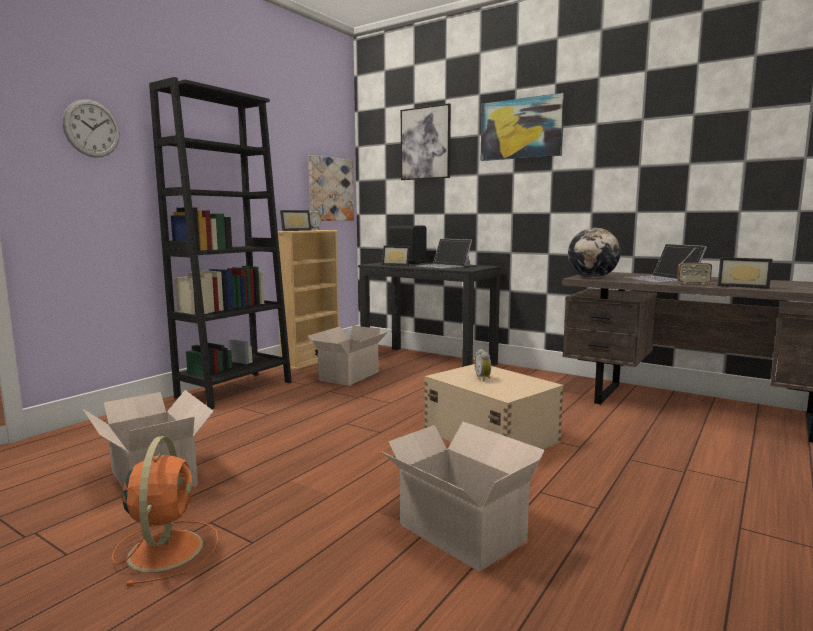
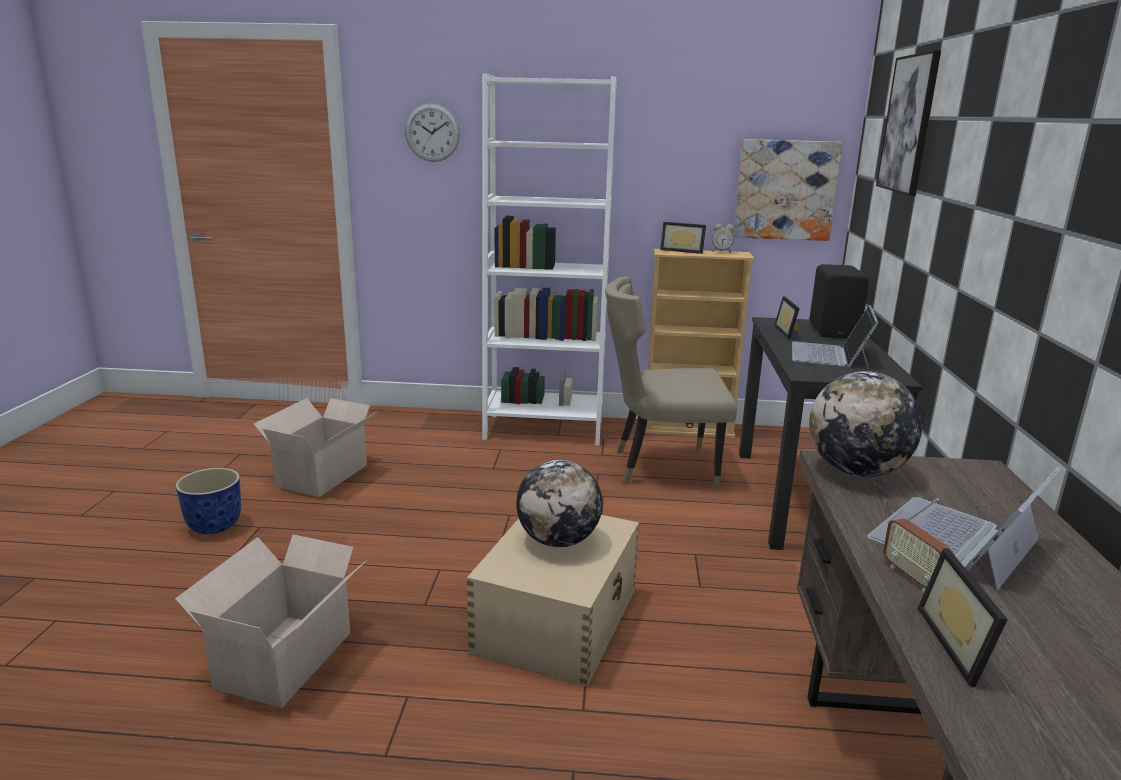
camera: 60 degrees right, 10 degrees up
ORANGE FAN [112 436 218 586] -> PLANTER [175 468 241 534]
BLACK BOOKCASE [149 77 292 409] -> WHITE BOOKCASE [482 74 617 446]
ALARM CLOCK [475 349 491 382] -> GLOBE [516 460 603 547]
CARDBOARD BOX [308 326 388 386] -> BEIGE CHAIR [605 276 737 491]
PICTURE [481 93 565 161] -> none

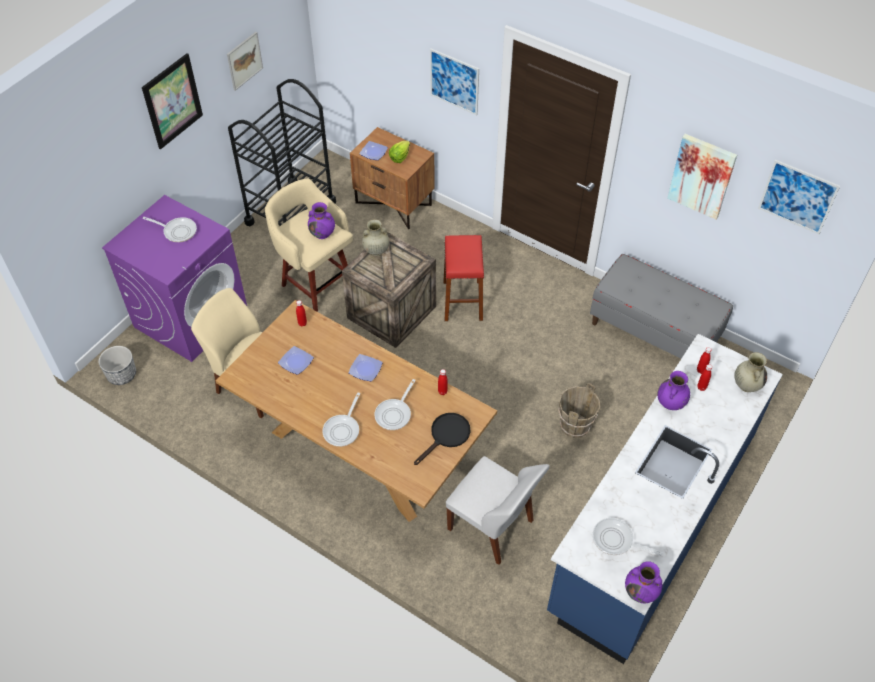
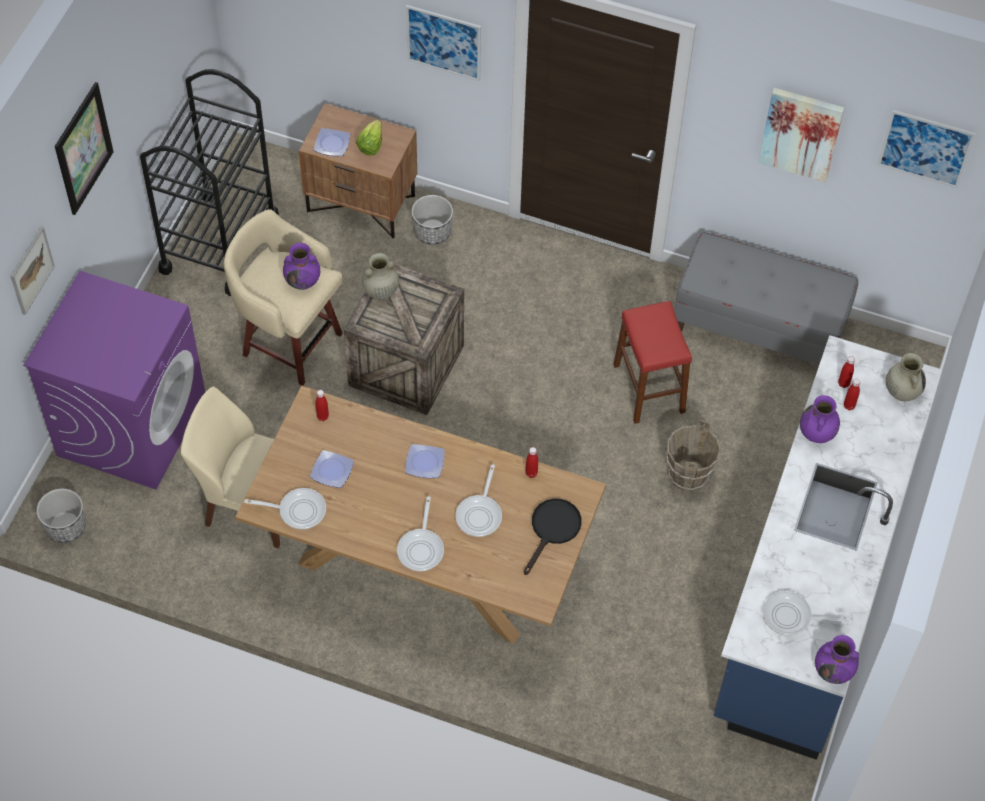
camera: 15 degrees left, 5 degrees up
PICTURE [227 32 263 91] -> PICTURE [10 227 55 315], moved
FRYING PAN [142 217 197 242] -> FRYING PAN [244 488 326 529], moved
none -> PLANTER [412 195 453 245]
RED STOOL [443 235 484 321] -> RED STOOL [613 301 692 424], moved
WHITE CHAIR [446 456 550 565] -> none

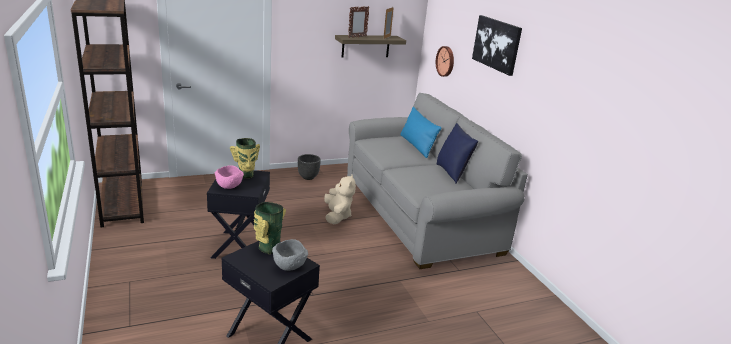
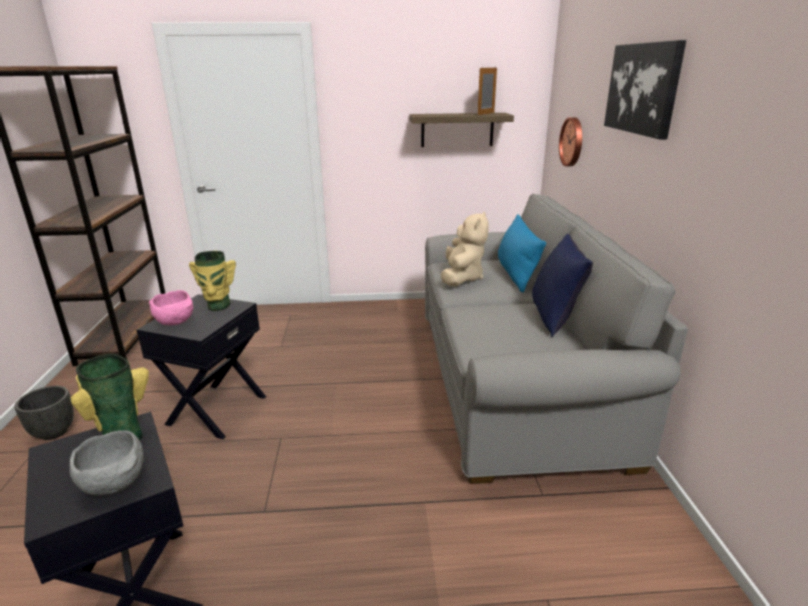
camera: 20 degrees right, 0 degrees up
BLACK PLANTER [298 154 321 180] -> BLACK PLANTER [14 386 74 440], moved
BEIGE PLUSH TOY [324 175 356 225] -> BEIGE PLUSH TOY [440 212 489 286], moved
PICTURE FRAME [348 6 370 38] -> none

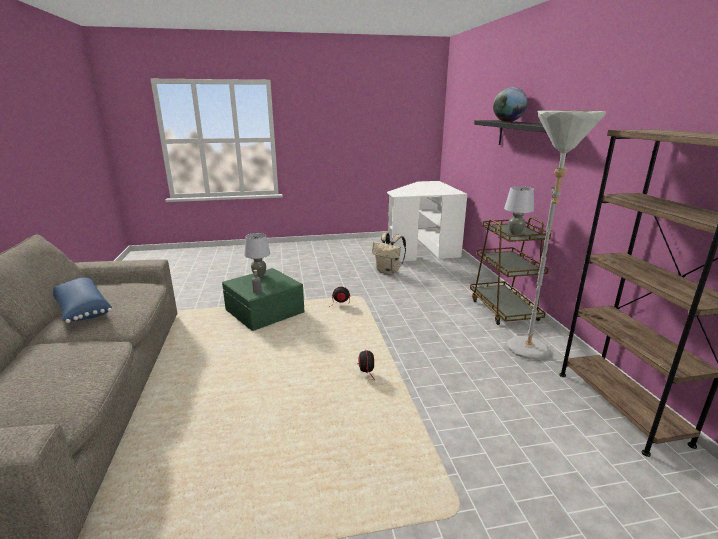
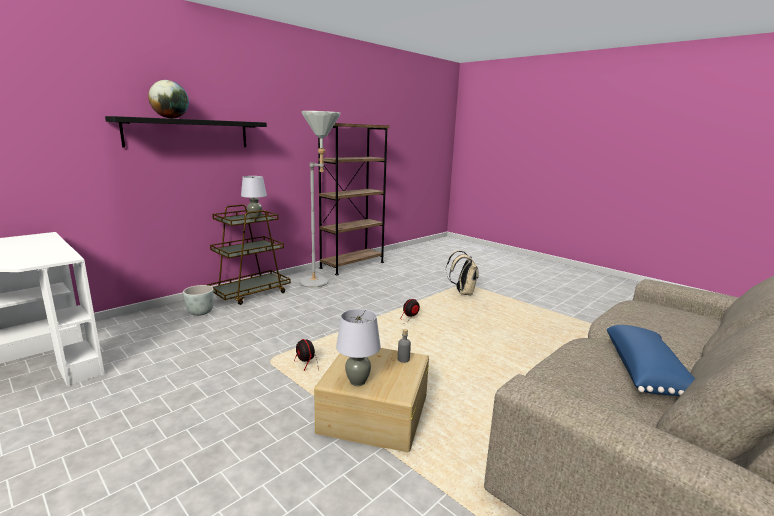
camera: 125 degrees left, 5 degrees down
none -> GREY PLANTER [183 285 214 316]
GREEN STORAGE BOX [222 268 304 331] -> BEIGE STORAGE BOX [314 348 429 452]
BEIGE BACKPACK [372 233 406 274] -> BEIGE BACKPACK [446 250 479 296], moved

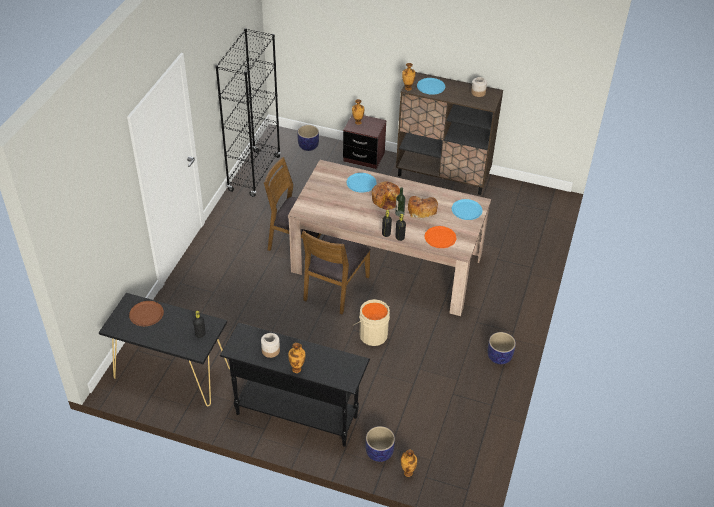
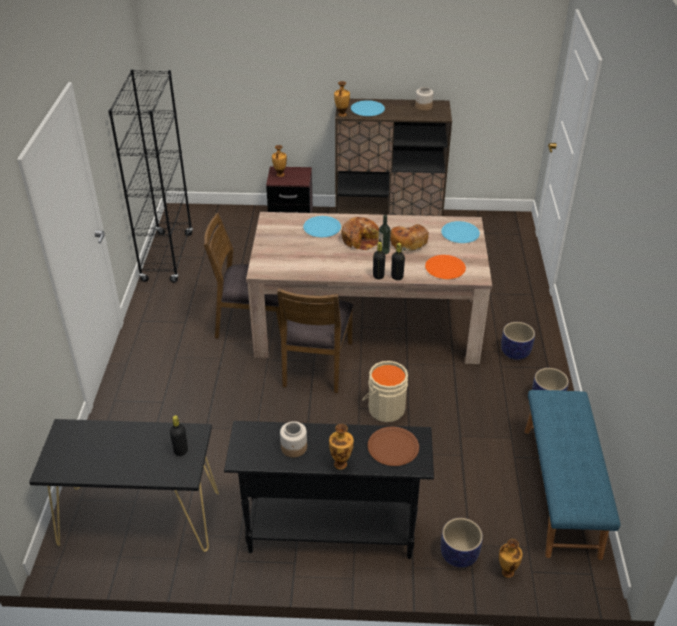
camera: 15 degrees left, 5 degrees down
BROWN PLATE [129 301 164 326] -> BROWN PLATE [368 427 419 466], moved
PLANTER [297 125 319 151] -> PLANTER [501 322 535 360], moved
none -> BLUE BENCH [525 390 621 560]

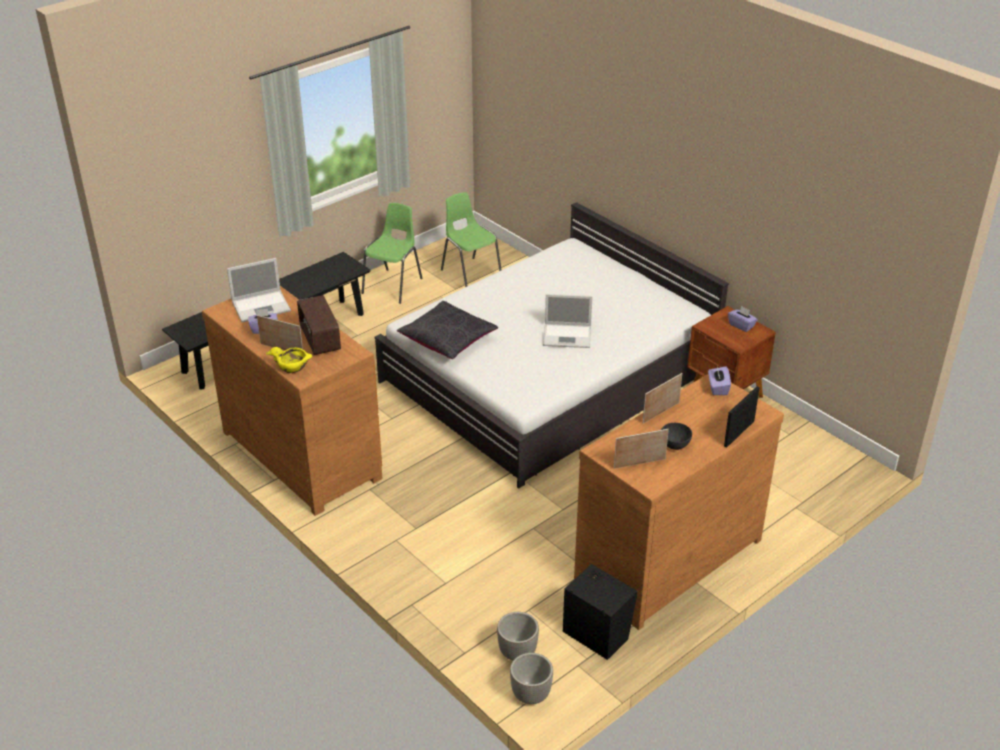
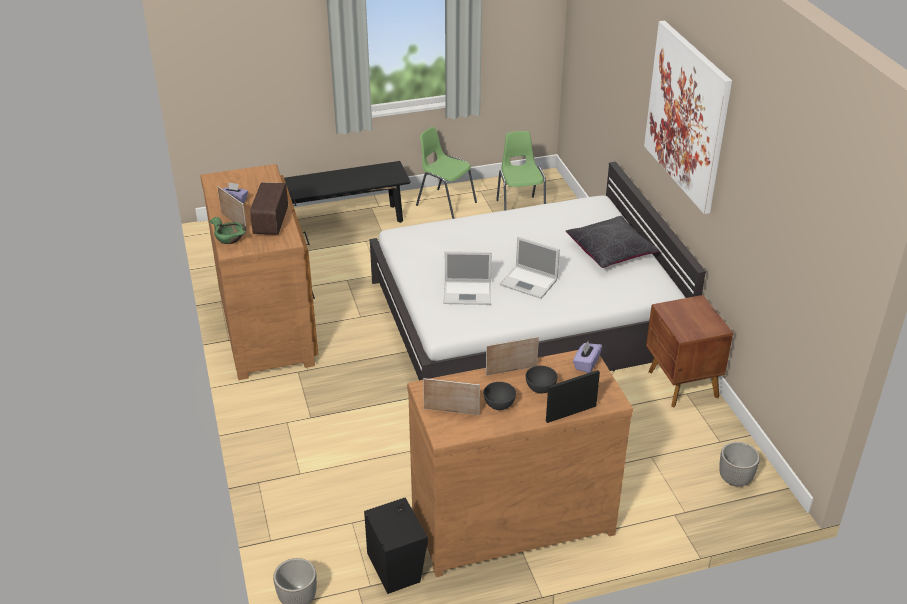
camera: 25 degrees right, 0 degrees up
YELLOW BOWL [266 347 313 373] -> GREEN BOWL [209 217 246 244]
GREEN CHAIR [362 203 423 304] -> GREEN CHAIR [416 127 477 219], 105 degrees counterclockwise
LAPTOP [227 258 291 322] -> LAPTOP [444 251 492 305], moved
none -> GREY BOWL [526 366 558 394]
BLACK PILLOW [397 301 498 359] -> BLACK PILLOW [566 216 659 268], moved
none -> PICTURE [644 21 732 214]
PLANTER [497 612 539 661] -> PLANTER [719 442 760 486], moved
PURPLE TISSUE BOX [728 306 758 332] -> none

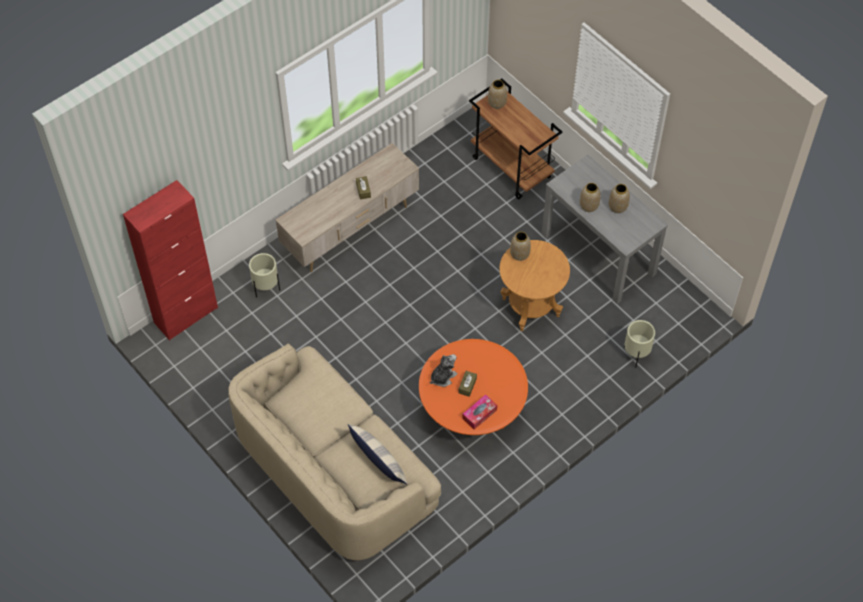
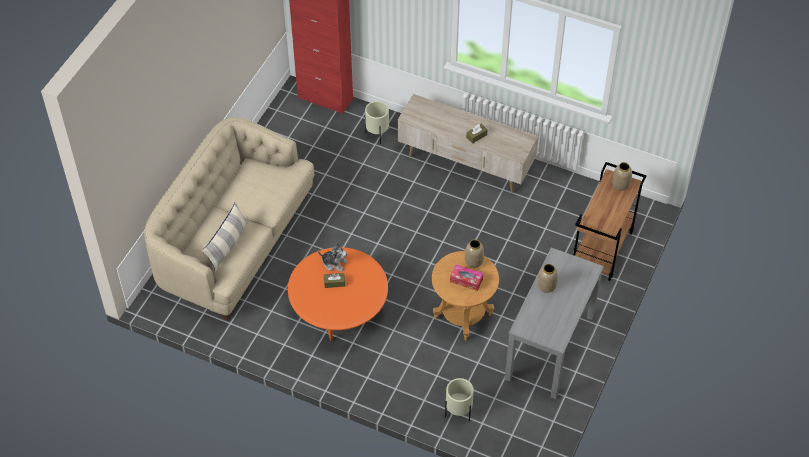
camera: 65 degrees right, 5 degrees down
TISSUE BOX [462 394 497 430] -> TISSUE BOX [450 265 483 291], moved
VASE [609 184 630 213] -> none

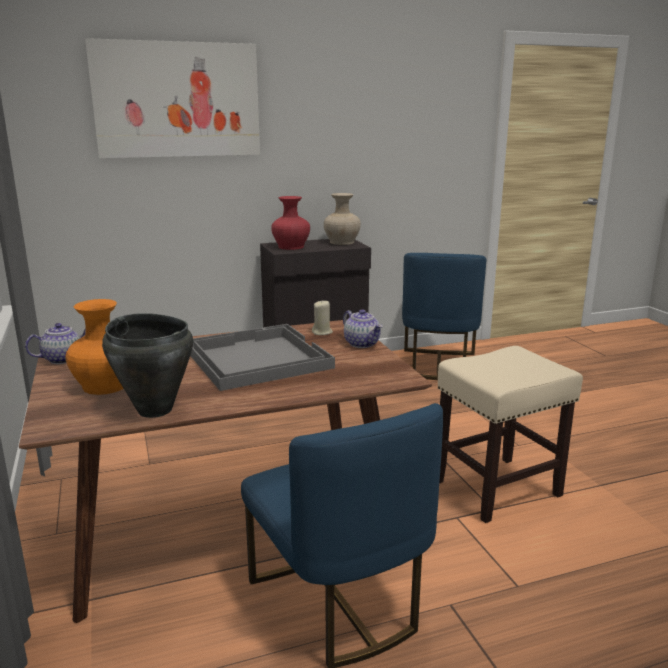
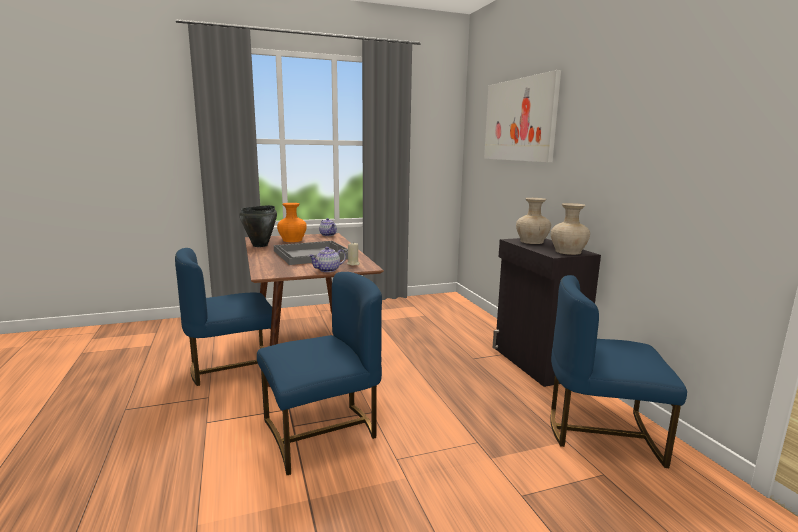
camera: 90 degrees right, 5 degrees down
BEIGE STOOL [438 346 583 523] -> BLUE CHAIR [257 272 382 475]
RED VASE [271 196 310 250] -> BEIGE VASE [516 198 551 244]

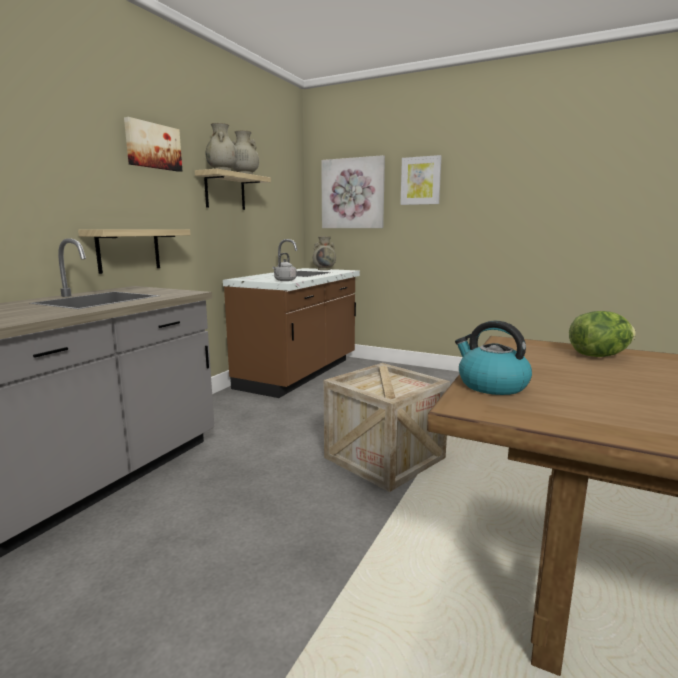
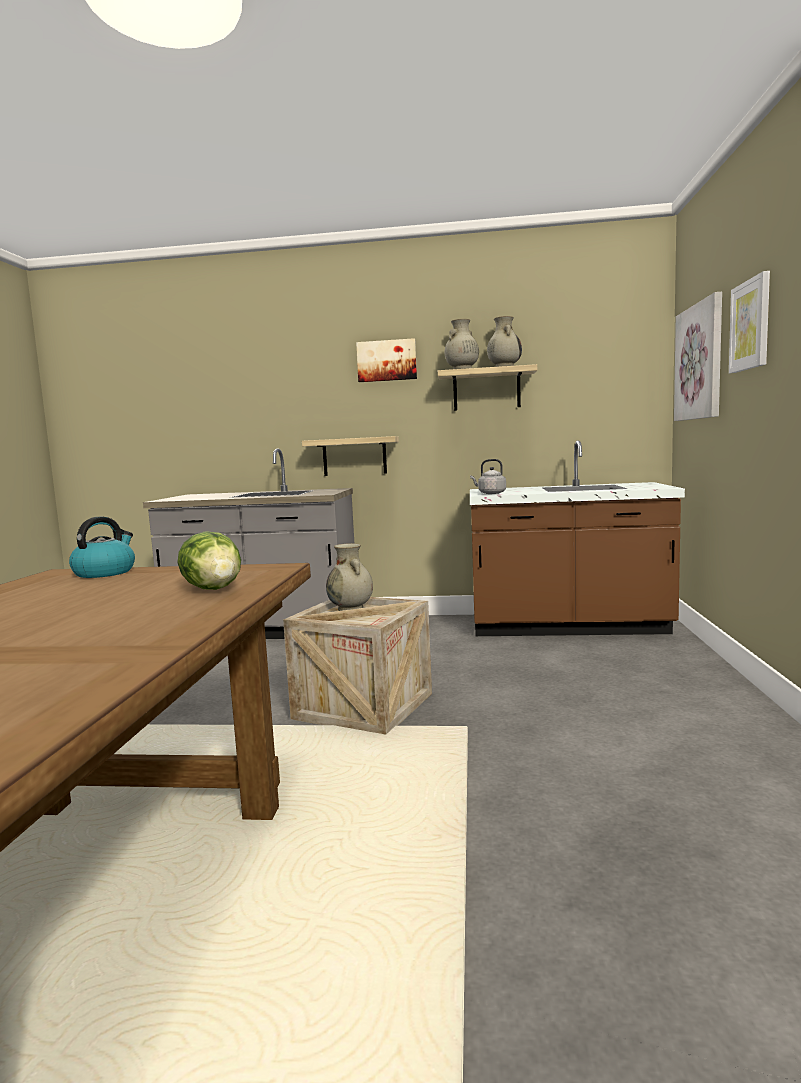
camera: 70 degrees right, 5 degrees down
BEIGE VASE [313 236 336 270] -> BEIGE VASE [326 543 373 611], moved

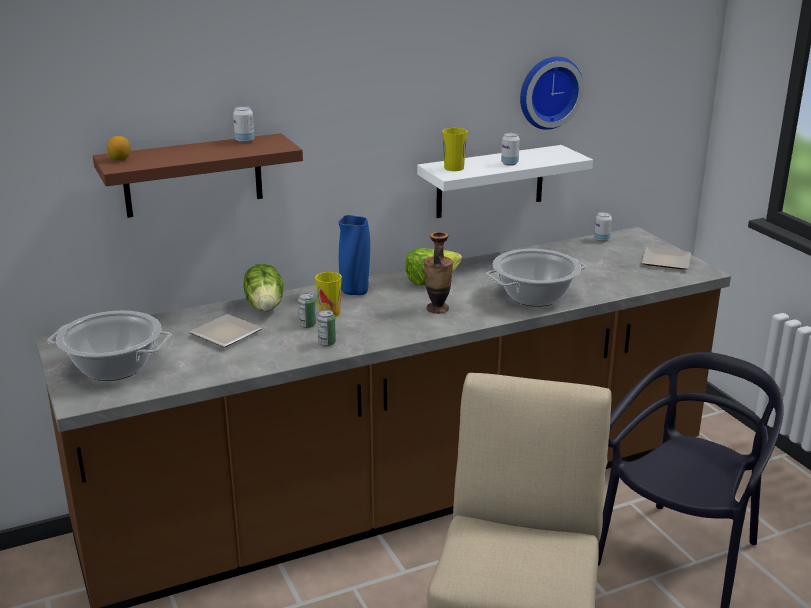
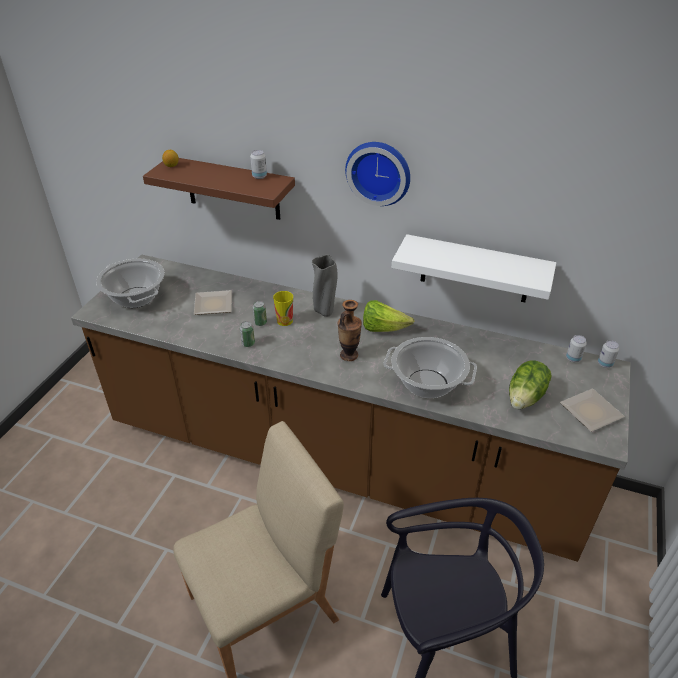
camera: 45 degrees right, 15 degrees up
BLUE VASE [338 215 370 295] -> GREY VASE [312 255 338 317]
WALL CLOCK [520 57 584 130] -> WALL CLOCK [345 142 410 206], moved
LETTUCE [243 264 284 312] -> LETTUCE [509 361 552 409], moved
CAN [501 133 520 166] -> CAN [598 340 619 368], moved
CUP [443 128 467 171] -> none

